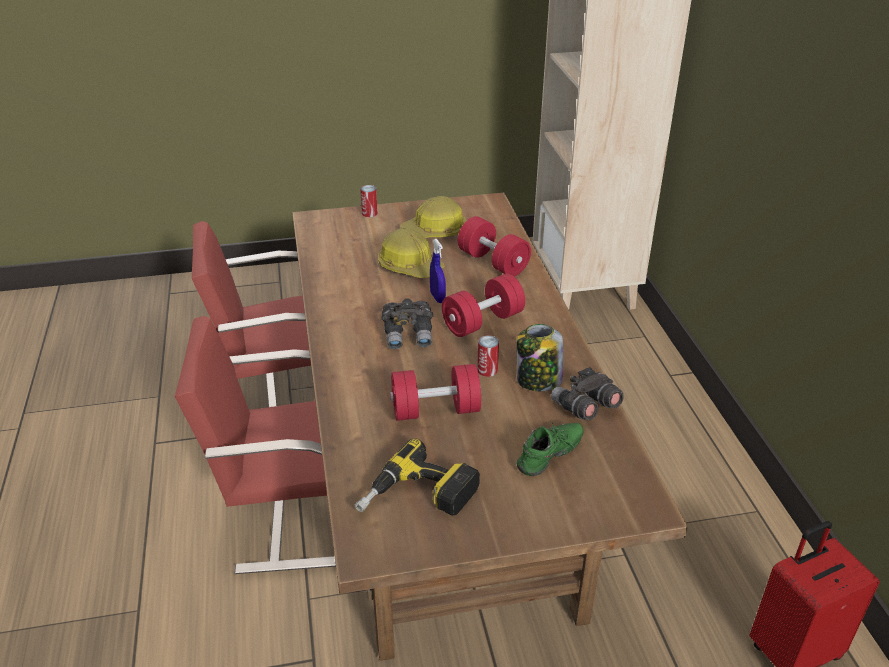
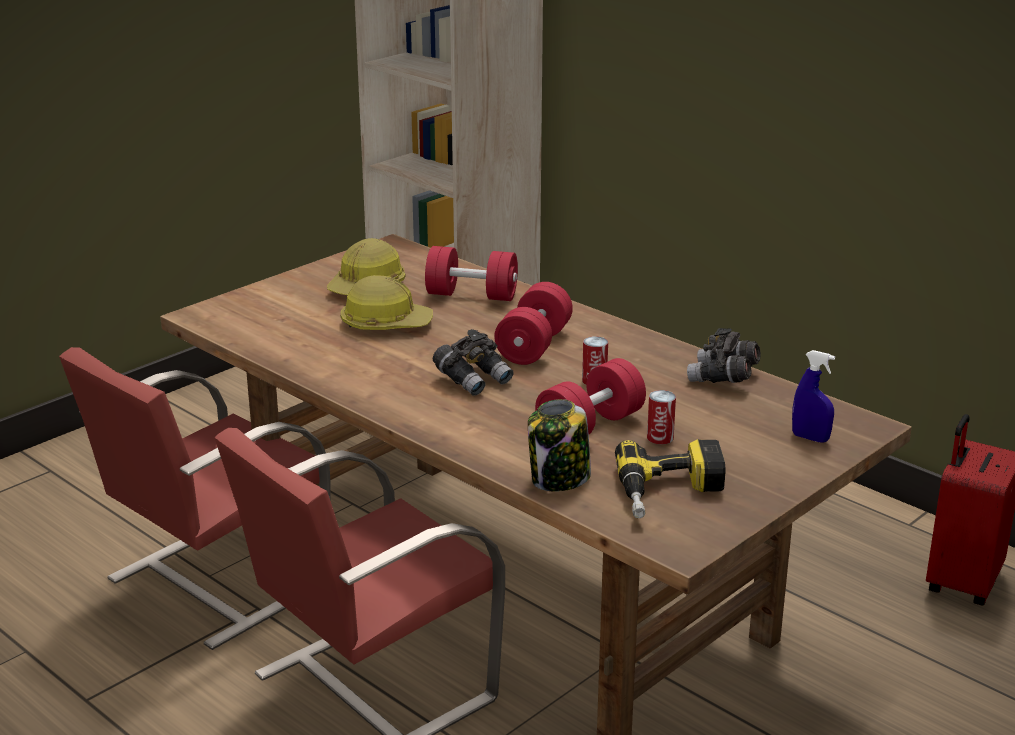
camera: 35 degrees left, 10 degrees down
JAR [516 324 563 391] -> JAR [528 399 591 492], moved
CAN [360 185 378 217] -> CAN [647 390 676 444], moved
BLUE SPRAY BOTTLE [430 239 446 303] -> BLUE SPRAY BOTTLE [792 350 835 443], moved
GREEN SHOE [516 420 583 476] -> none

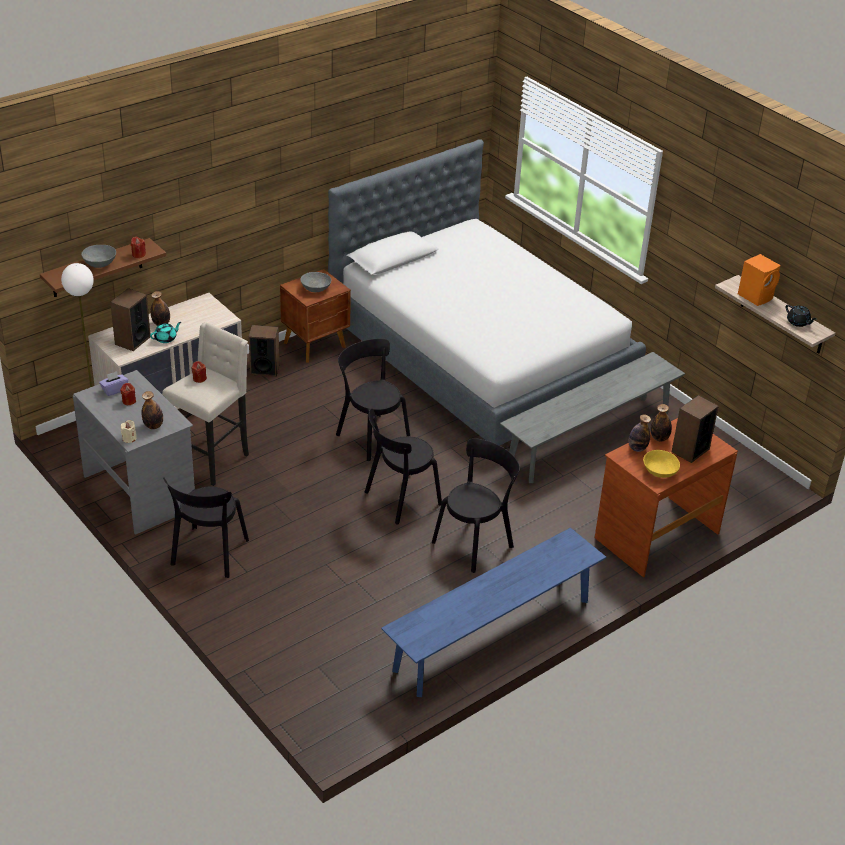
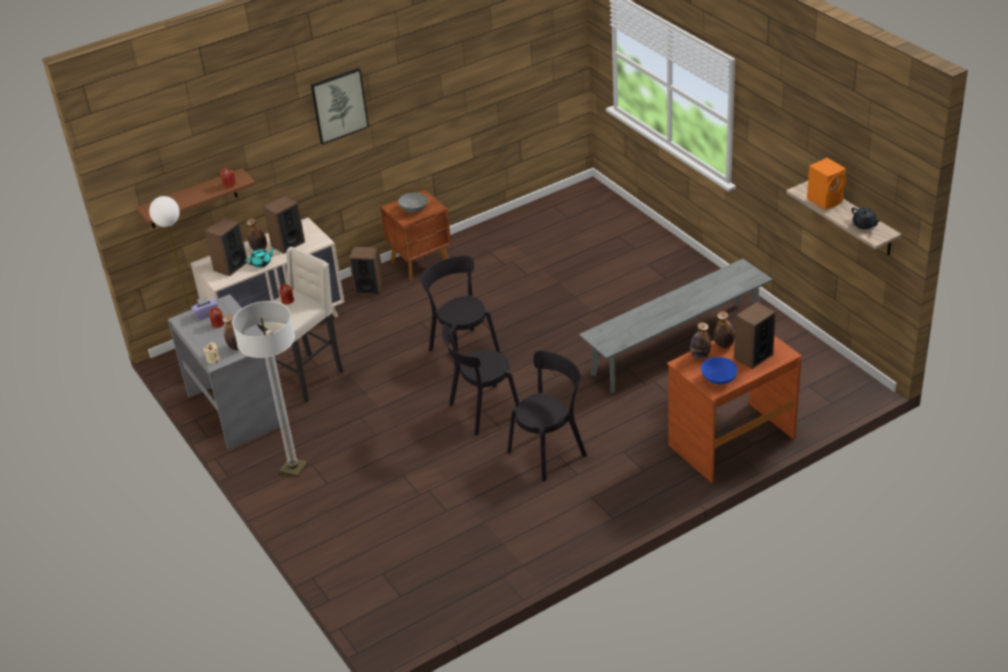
camera: 10 degrees right, 0 degrees up
BLACK CHAIR [163 477 249 578] -> FLOOR LAMP [232 301 308 477]
none -> SPEAKER [263 195 305 254]
none -> PICTURE [311 68 369 145]
YELLOW BOWL [643 450 680 478] -> BLUE BOWL [701 357 738 385]
GREY BOWL [81 245 116 268] -> none
BED [328 139 646 445] -> none
BLUE BENCH [381 528 606 697] -> none

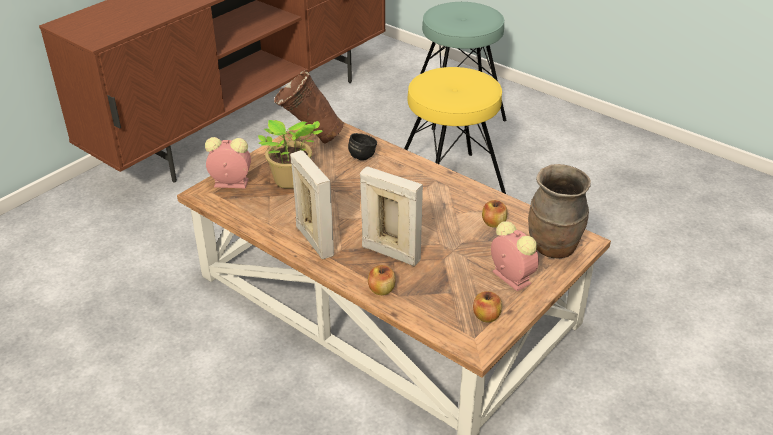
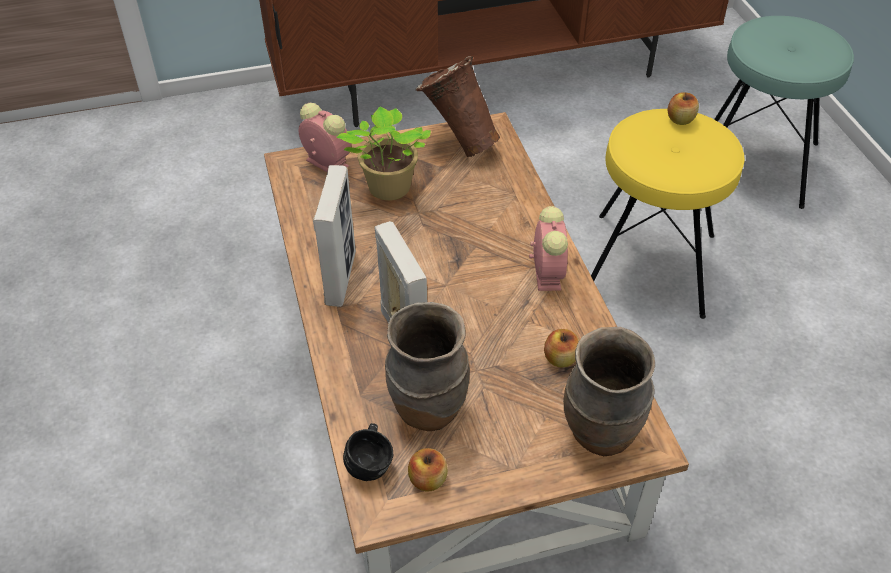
camera: 35 degrees right, 10 degrees up
BLACK MUG [348 133 377 160] -> BLACK MUG [343 423 393 481], moved
none -> BROWN VASE [385 302 470 431]
ALARM CLOCK [491 221 539 291] -> ALARM CLOCK [529 206 568 291], moved
APPLE [368 265 396 295] -> APPLE [668 92 699 125], moved

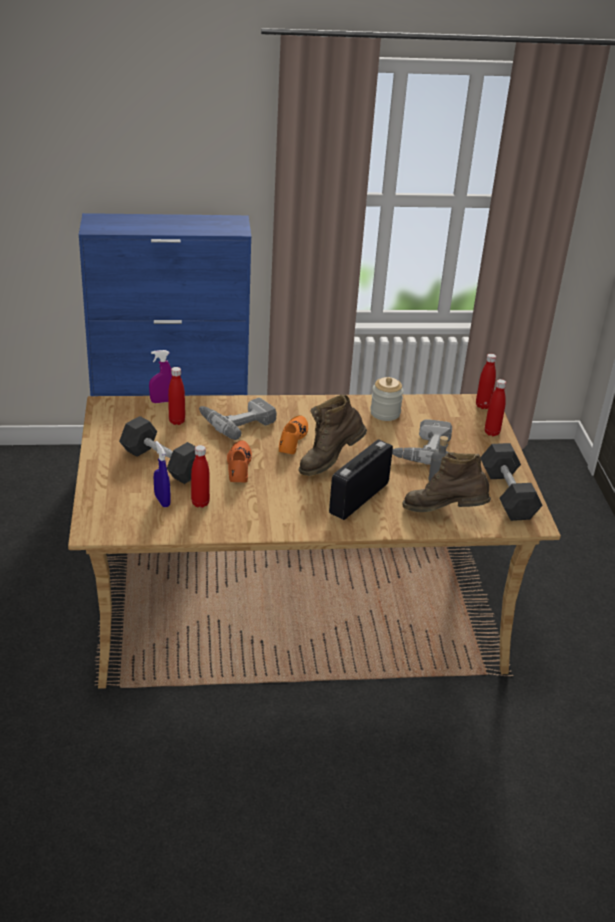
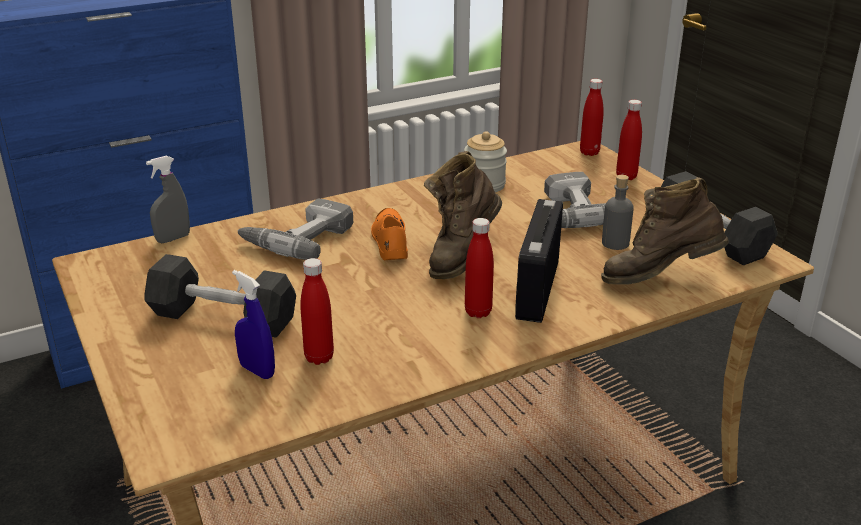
camera: 20 degrees left, 5 degrees down
PURPLE SPRAY BOTTLE [149 350 172 403] -> GREY SPRAY BOTTLE [146 156 190 243]
RED BOTTLE [168 367 185 425] -> RED BOTTLE [465 218 494 318], moved
ORANGE SHOE [227 440 252 483] -> none

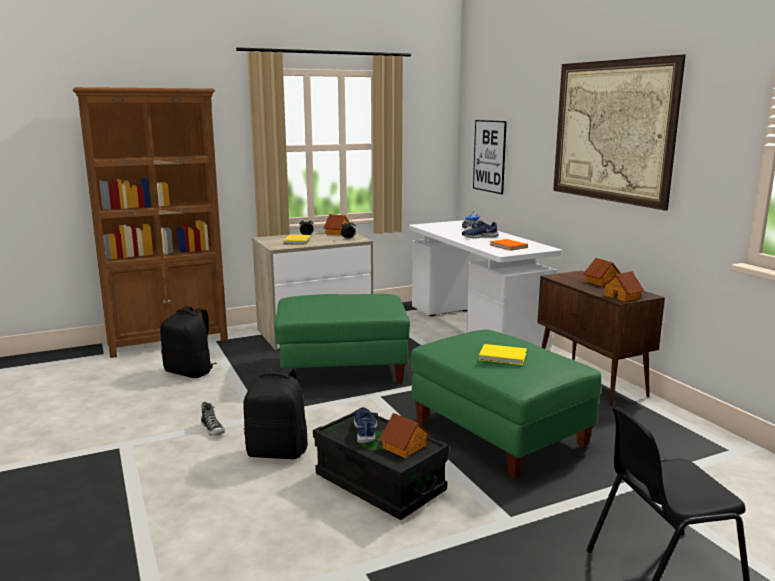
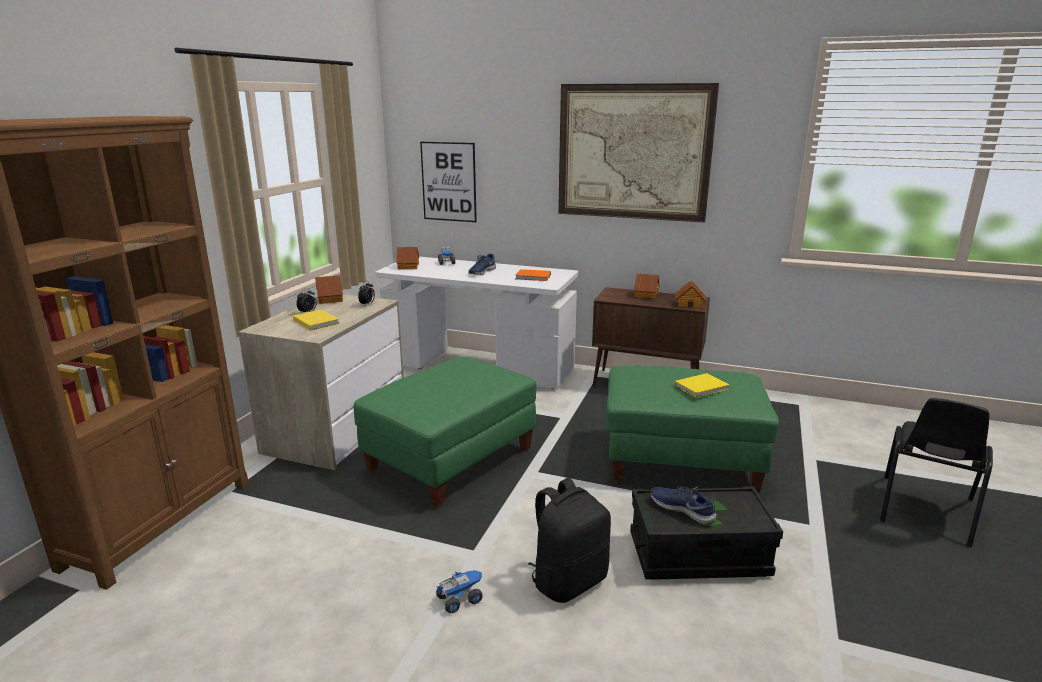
camera: 45 degrees left, 5 degrees up
TOY HOUSE [379 413 431 459] -> TOY HOUSE [397 247 419 269], moved
SHOE [201 402 225 436] -> TOY TRUCK [436 570 483 613]
BLACK BACKPACK [160 306 217 378] -> none

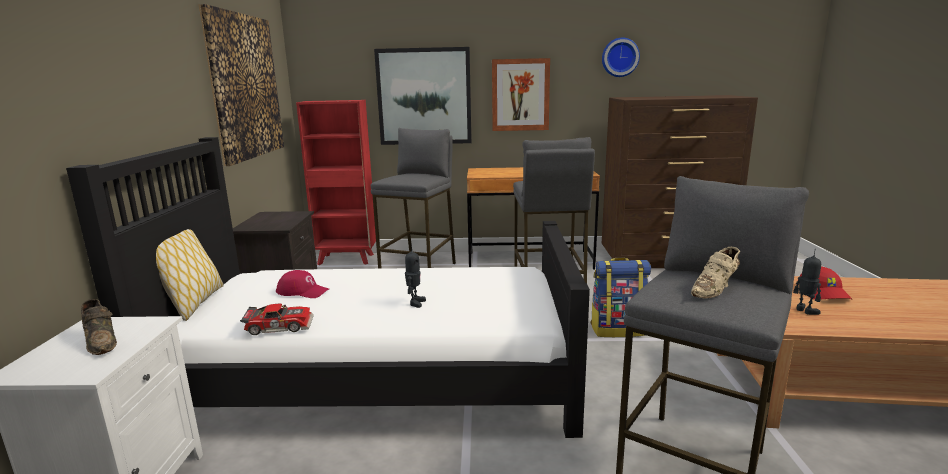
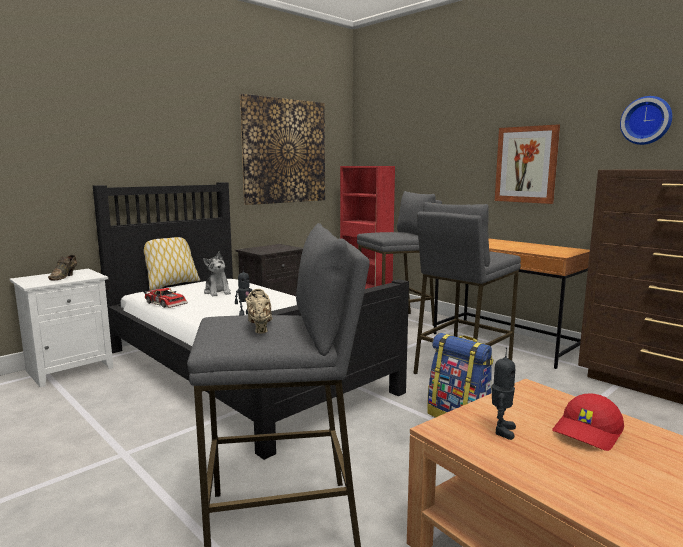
camera: 45 degrees right, 5 degrees down
RED CAP [276 270 329 298] -> PLUSH TOY [203 252 231 296]
BEIGE SHOE [691 247 740 298] -> BEIGE SHOE [245 289 273 334], 75 degrees clockwise
PICTURE [374 47 472 145] -> none

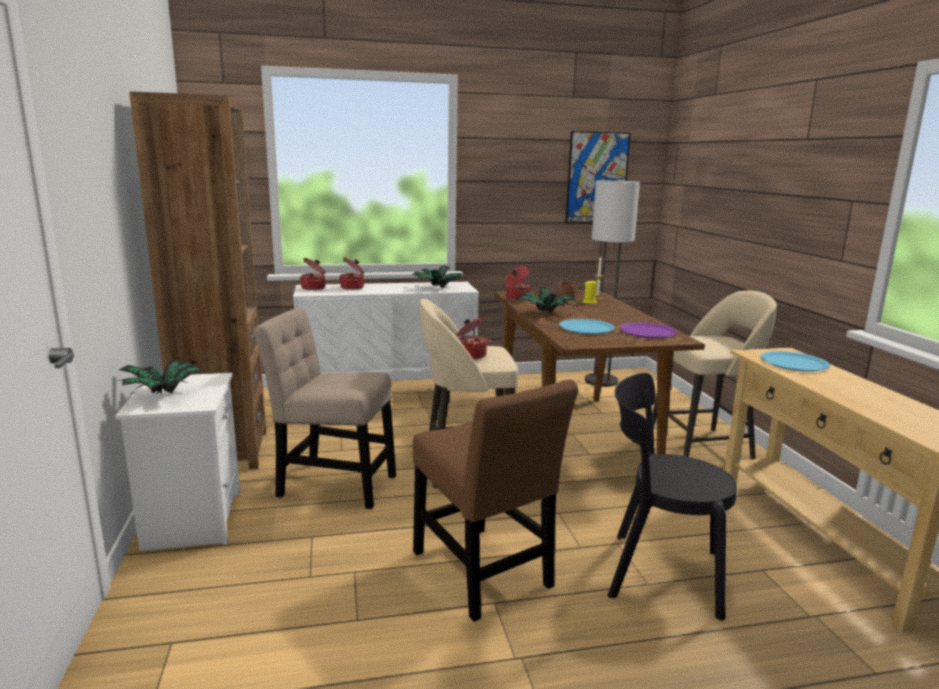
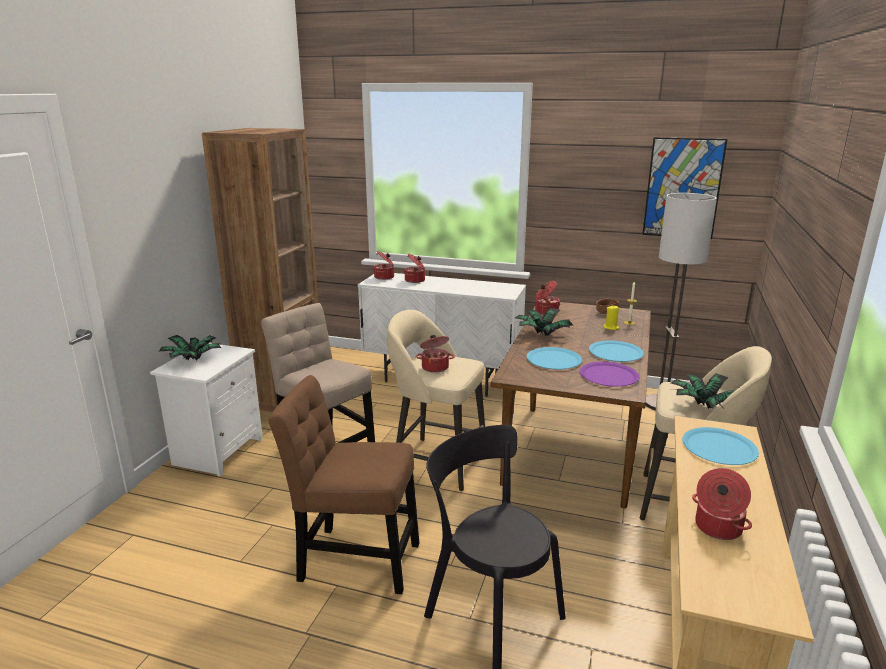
camera: 30 degrees right, 5 degrees up
BROWN CHAIR [413 380 578 622] -> BROWN CHAIR [269 375 419 594], 105 degrees clockwise
none -> BLUE PLATE [589 340 644 362]
POTTED PLANT [413 266 464 288] -> POTTED PLANT [671 374 735 409], moved
none -> COOKING POT [692 468 752 540]

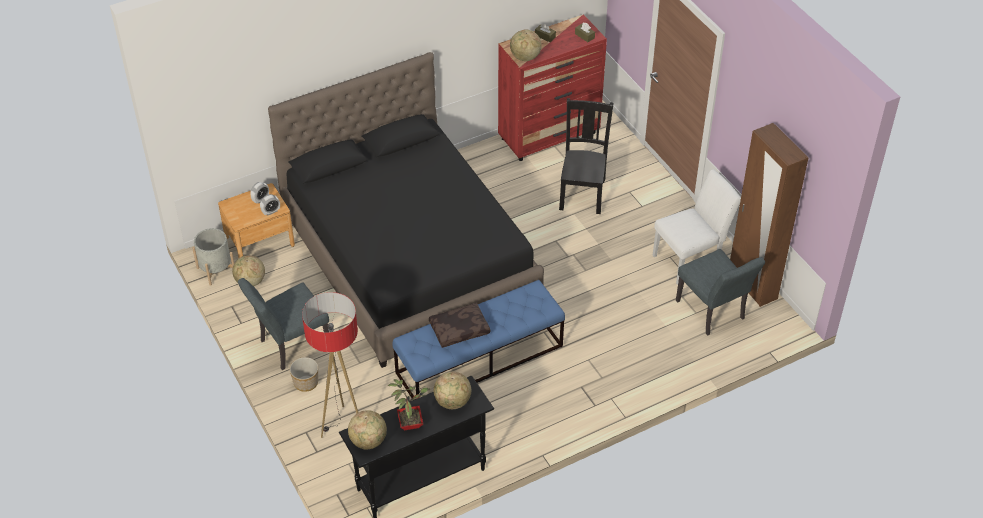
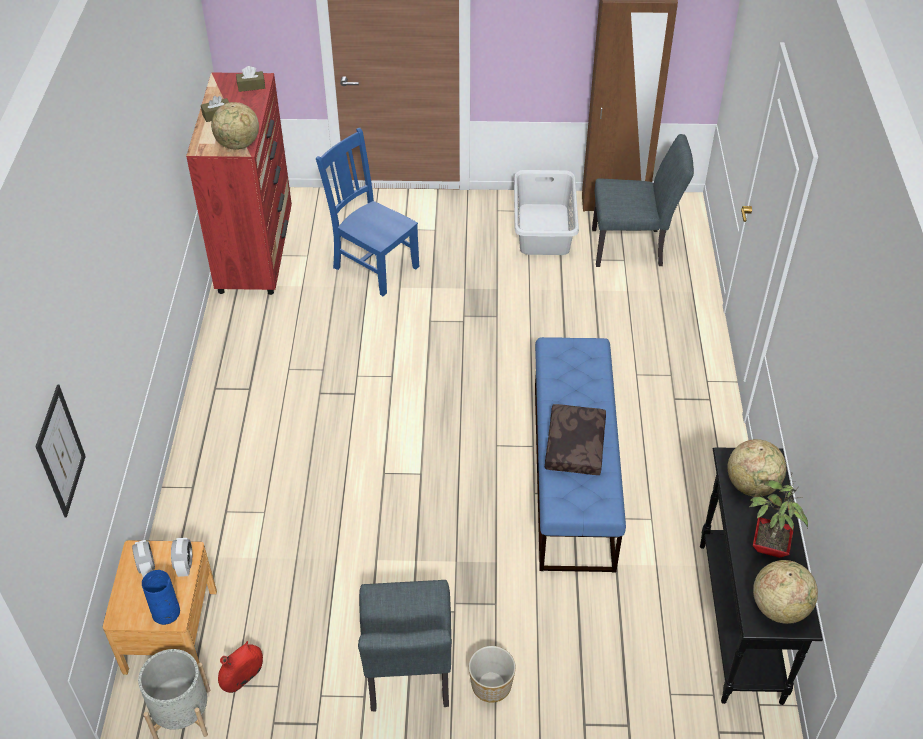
camera: 60 degrees left, 0 degrees up
none -> PICTURE [35 385 86 517]
none -> BLUE VASE [142 570 180 625]
GLOBE [232 255 265 286] -> RED VASE [218 641 263 693]
BLACK CHAIR [559 98 614 214] -> BLUE CHAIR [316 127 419 296]
WHITE CHAIR [653 169 741 285] -> GREY LAUNDRY BASKET [514 170 579 255]
BLACK BED [268 52 544 368] -> none
FLOOR LAMP [302 292 359 438] -> none

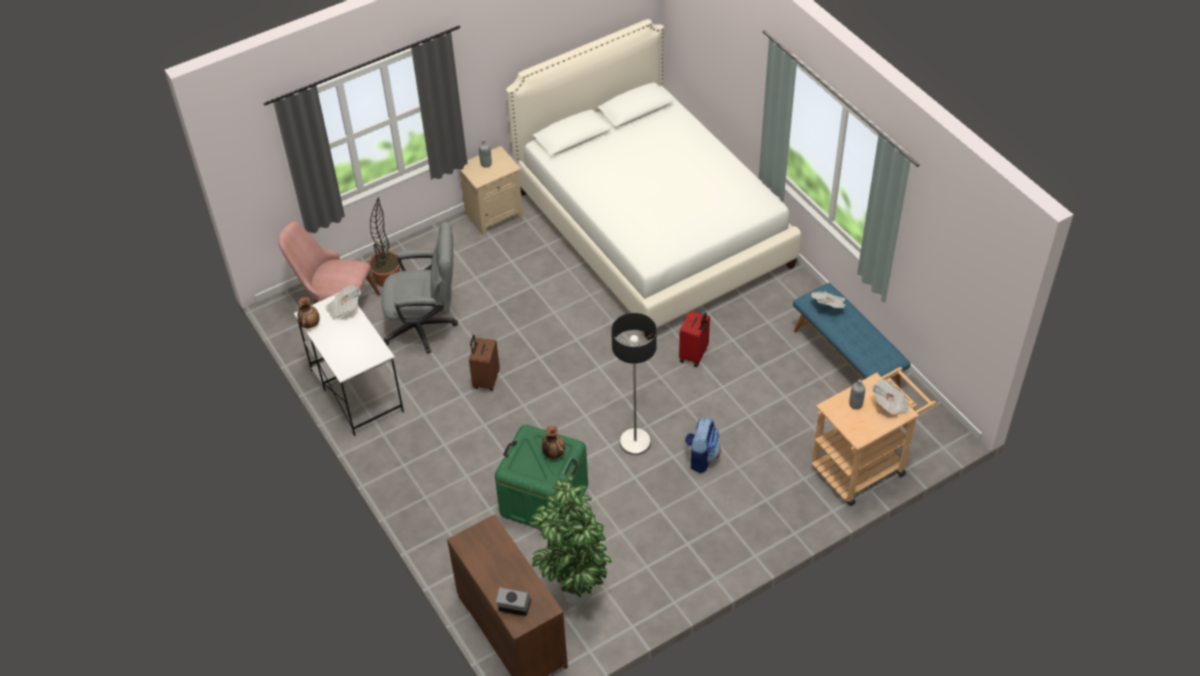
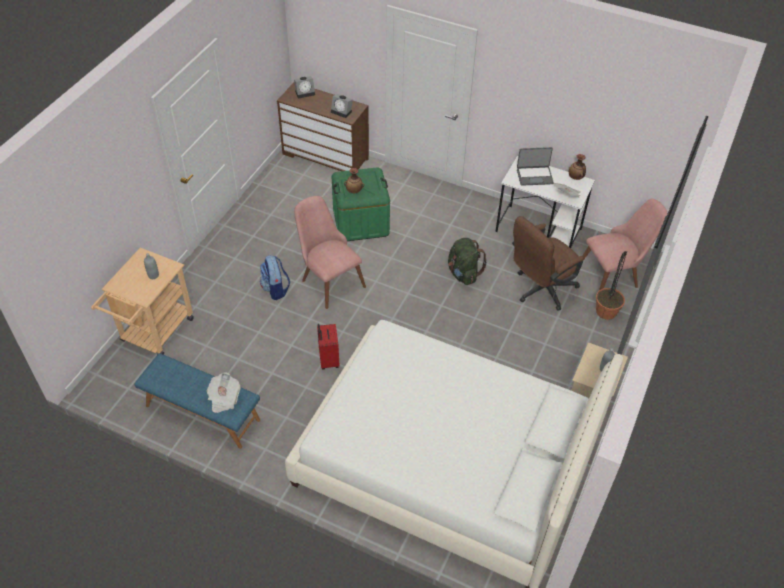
camera: 145 degrees right, 0 degrees up
FLOOR LAMP [611 313 657 455] -> PINK CHAIR [294 196 366 309]
none -> ALARM CLOCK [331 94 353 118]
BROWN SUITCASE [469 335 500 391] -> GREEN BACKPACK [448 238 487 285]
GREY OFFICE CHAIR [381 222 458 354] -> BROWN OFFICE CHAIR [512 216 584 311]
none -> LAPTOP [517 147 554 186]
POTTED PLANT [529 473 612 606] -> none
NEWSPAPER [872 379 910 415] -> none

